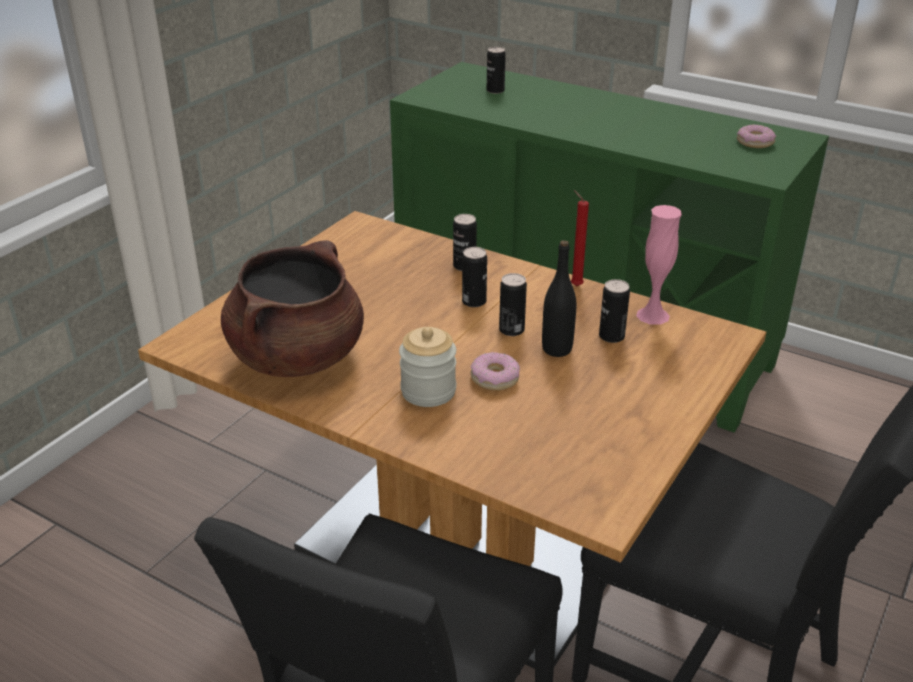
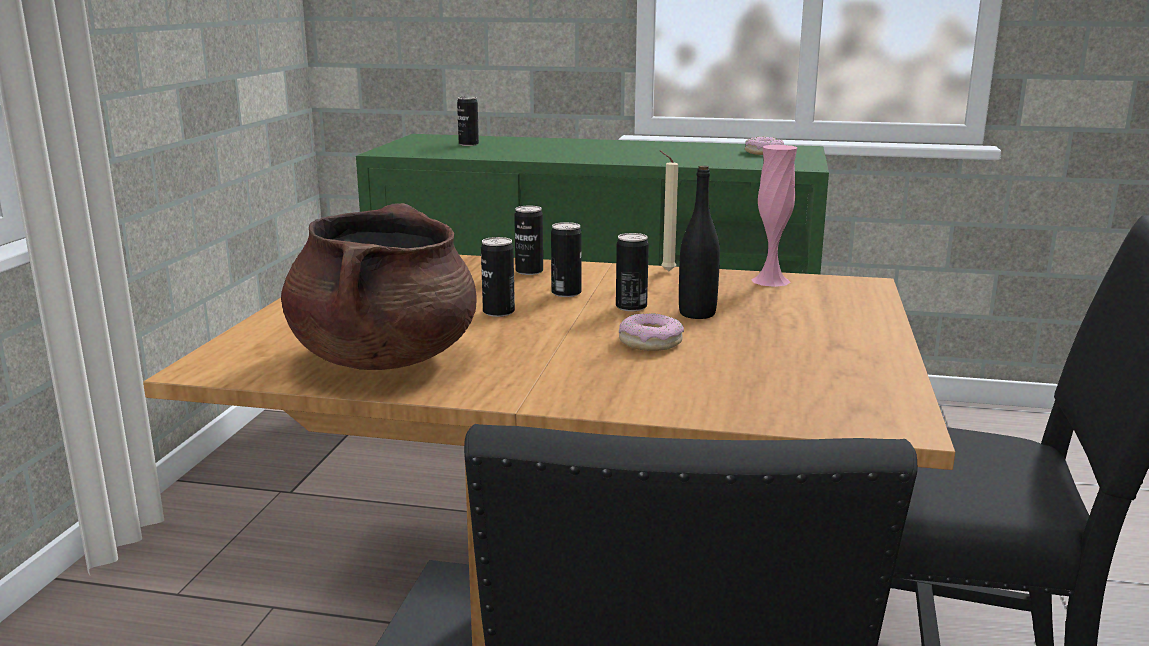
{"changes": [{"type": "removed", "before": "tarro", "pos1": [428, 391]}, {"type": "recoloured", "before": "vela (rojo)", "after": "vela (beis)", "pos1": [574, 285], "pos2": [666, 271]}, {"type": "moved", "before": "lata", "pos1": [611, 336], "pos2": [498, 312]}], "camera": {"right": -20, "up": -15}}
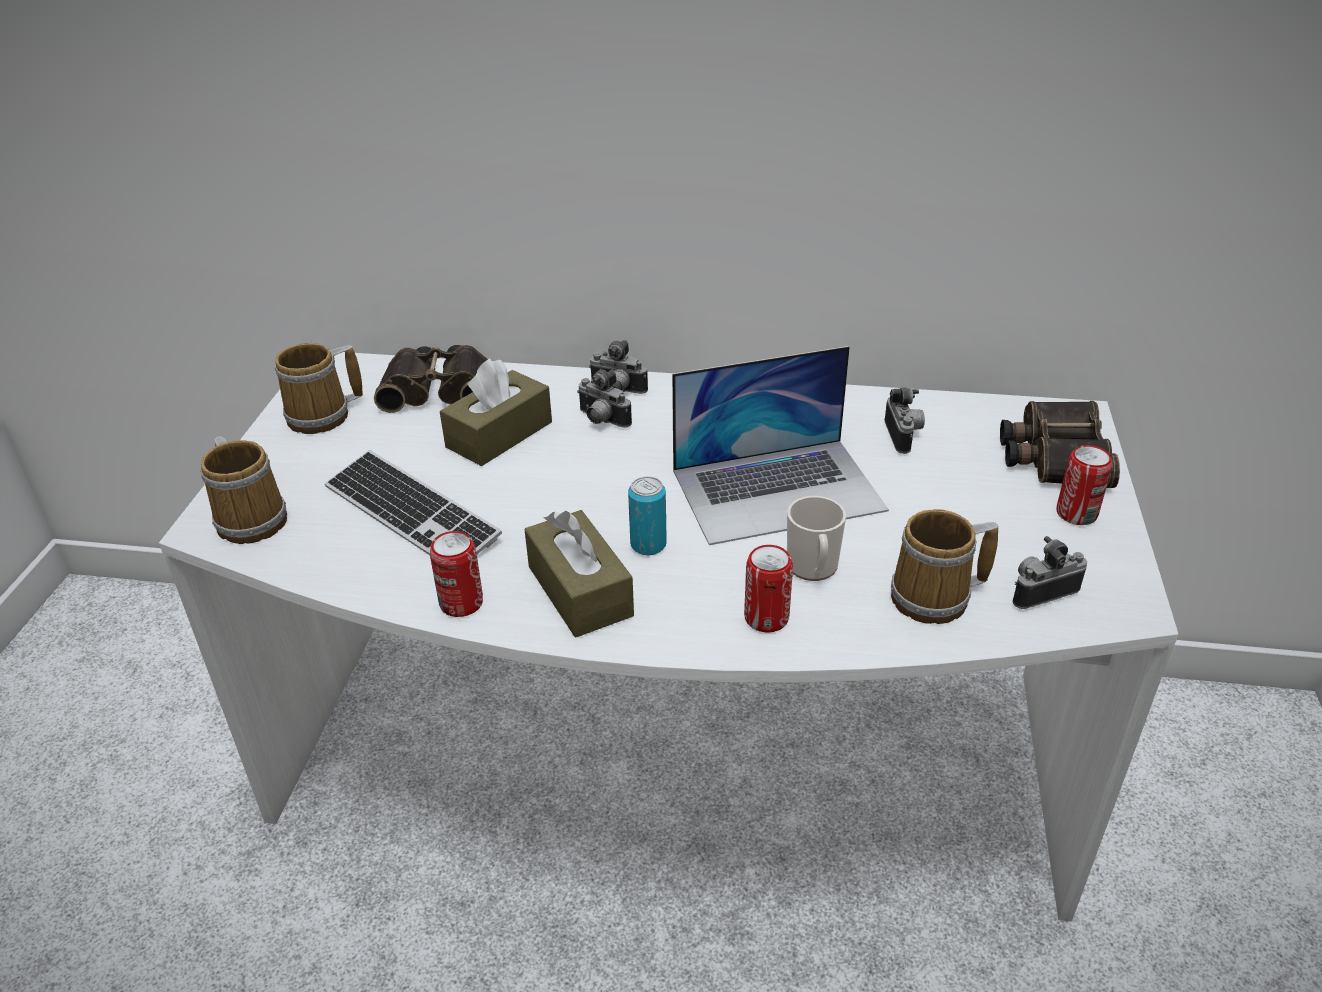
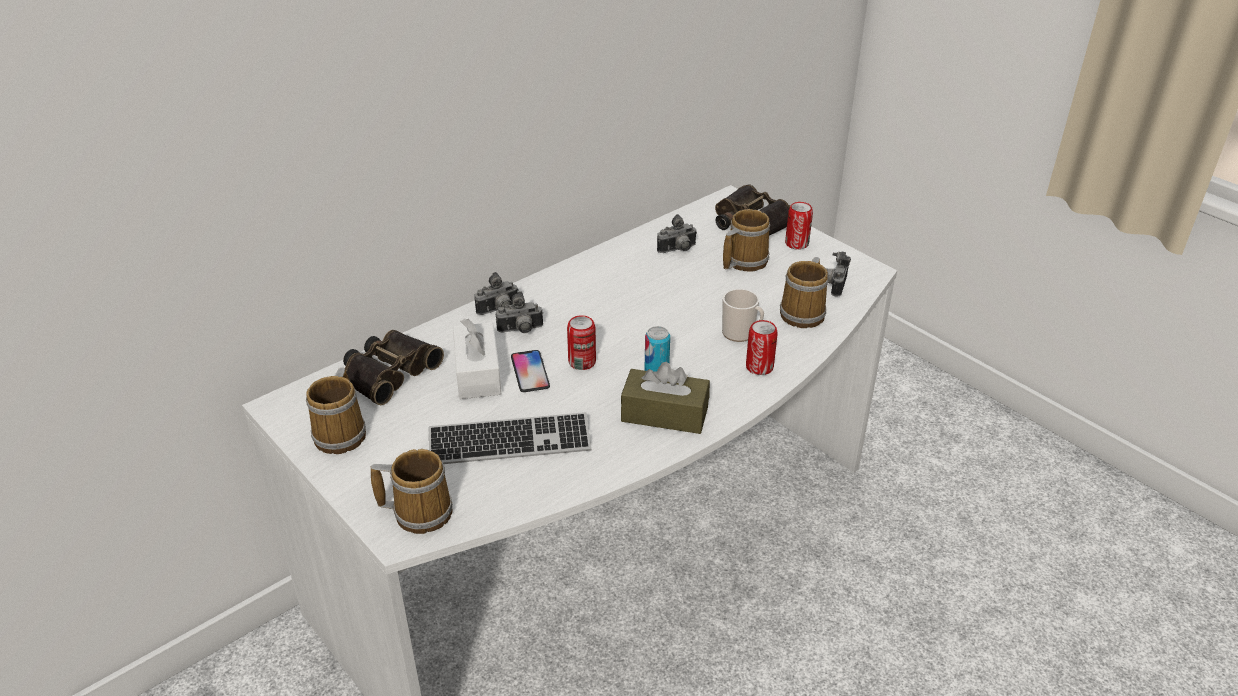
{"changes": [{"type": "moved", "before": "lata", "pos1": [461, 603], "pos2": [582, 362]}, {"type": "recoloured", "before": "caja de pañuelos (marrón)", "after": "caja de pañuelos (blanco)", "pos1": [499, 435], "pos2": [478, 373]}, {"type": "removed", "before": "portátil", "pos1": [778, 490]}, {"type": "turned", "before": "cámara", "pos1": [904, 436], "pos2": [678, 250], "turn": 120}, {"type": "added", "after": "móvil", "pos2": [530, 372]}, {"type": "added", "after": "taza grande", "pos2": [743, 261]}], "camera": {"right": -50, "up": 0}}
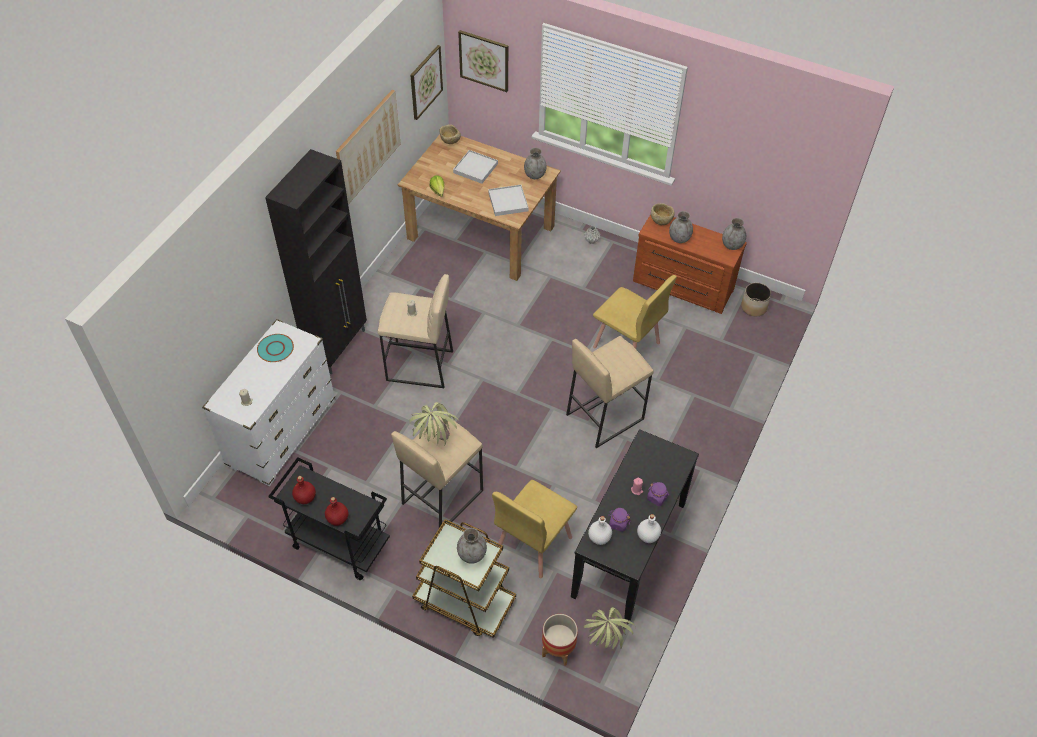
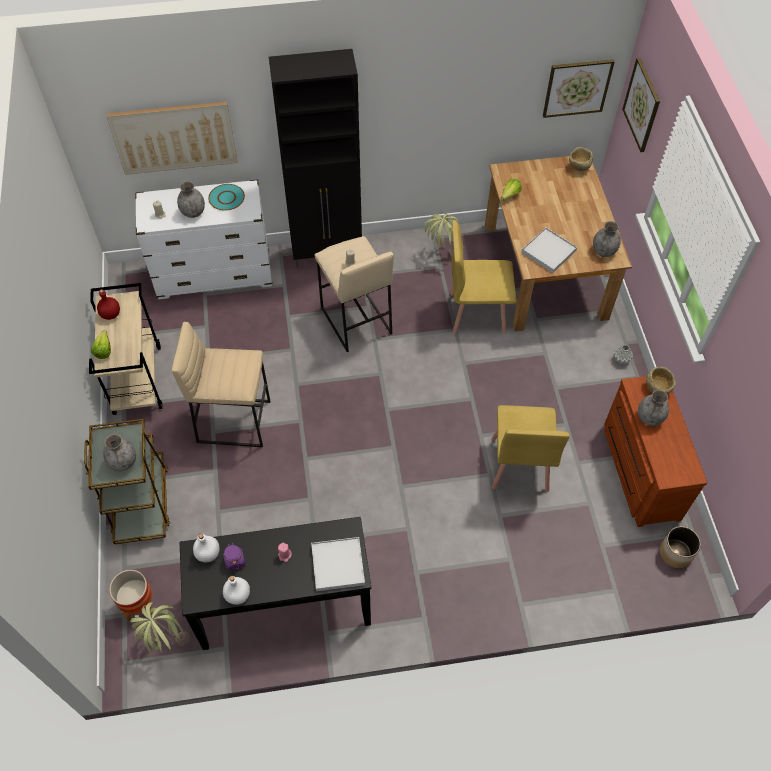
{"changes": [{"type": "recoloured", "before": "carrito (negro)", "after": "carrito (beis)", "pos1": [338, 545], "pos2": [137, 379]}, {"type": "replaced", "before": "botella (rojo)", "after": "lechuga", "pos1": [338, 519], "pos2": [105, 348]}, {"type": "moved", "before": "cuadro", "pos1": [368, 146], "pos2": [174, 137]}, {"type": "moved", "before": "planta en maceta", "pos1": [435, 447], "pos2": [441, 256]}, {"type": "moved", "before": "bandeja (blanco)", "pos1": [475, 168], "pos2": [337, 565]}, {"type": "moved", "before": "silla (amarillo)", "pos1": [533, 543], "pos2": [476, 312]}, {"type": "removed", "before": "taburete (beis)", "pos1": [604, 416]}, {"type": "removed", "before": "tarro (morado)", "pos1": [657, 498]}, {"type": "moved", "before": "florero (gris)", "pos1": [732, 245], "pos2": [193, 212]}], "camera": {"right": 55, "up": 5}}
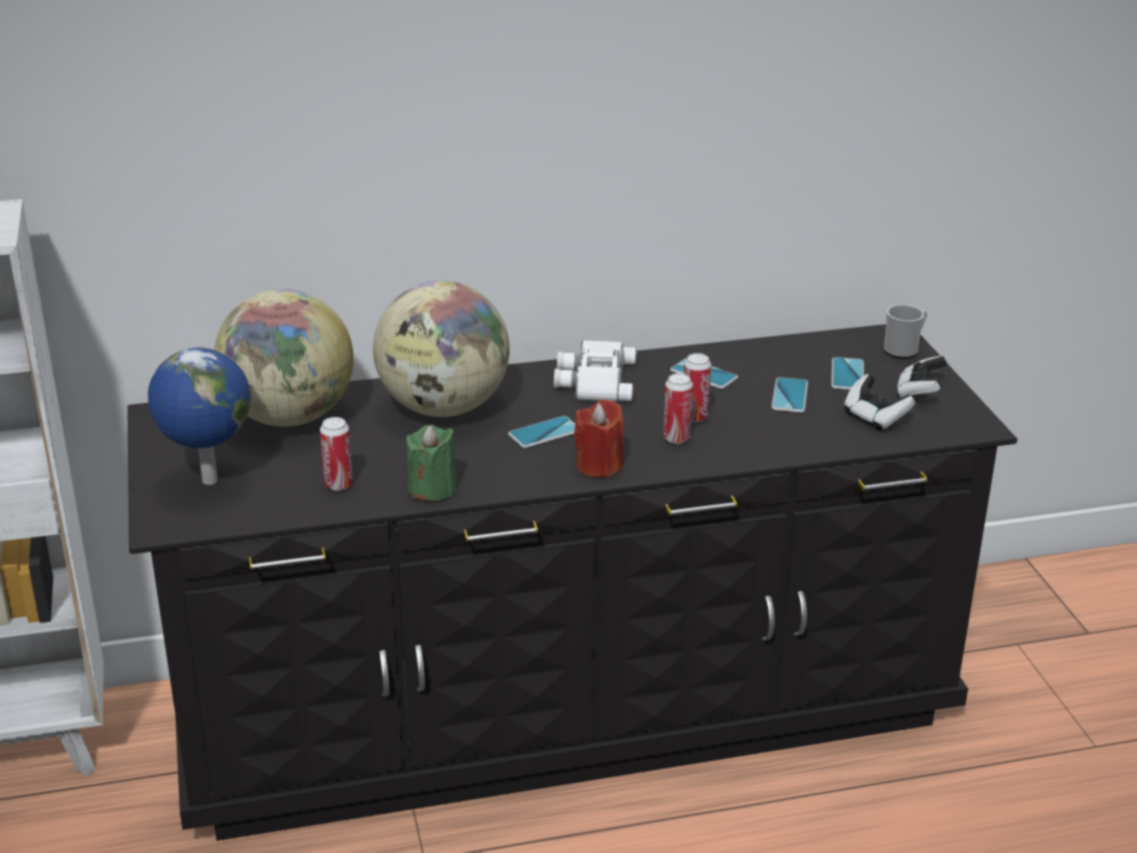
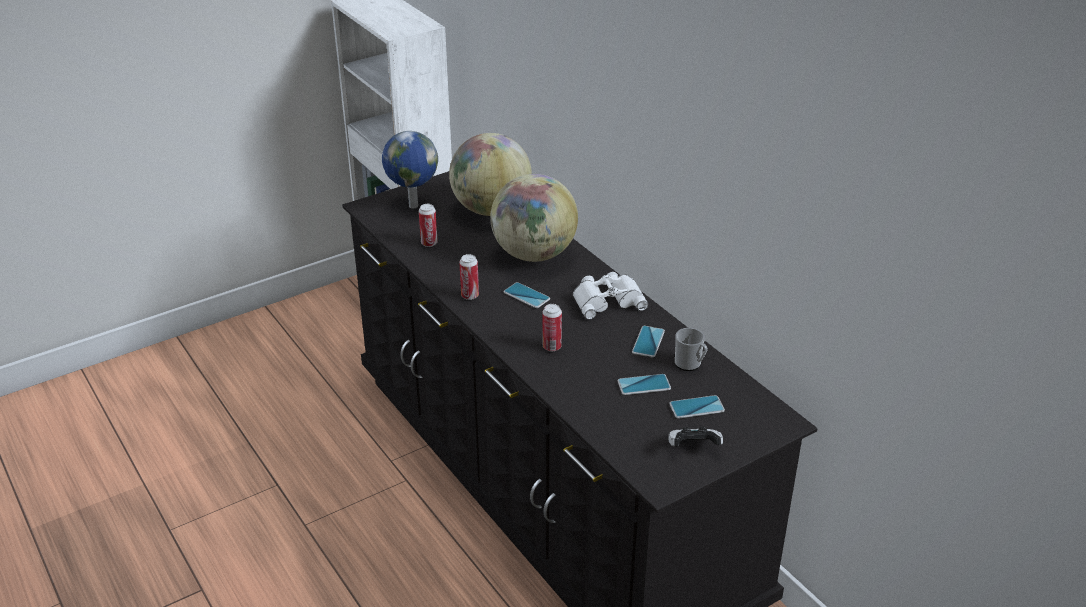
{"changes": [{"type": "removed", "before": "vela (verde)", "pos1": [432, 489]}, {"type": "removed", "before": "vela (rojo)", "pos1": [599, 465]}, {"type": "moved", "before": "lata", "pos1": [694, 417], "pos2": [470, 295]}, {"type": "removed", "before": "mando de consola", "pos1": [875, 418]}, {"type": "moved", "before": "taza grande", "pos1": [904, 350], "pos2": [690, 364]}], "camera": {"right": 70, "up": 5}}
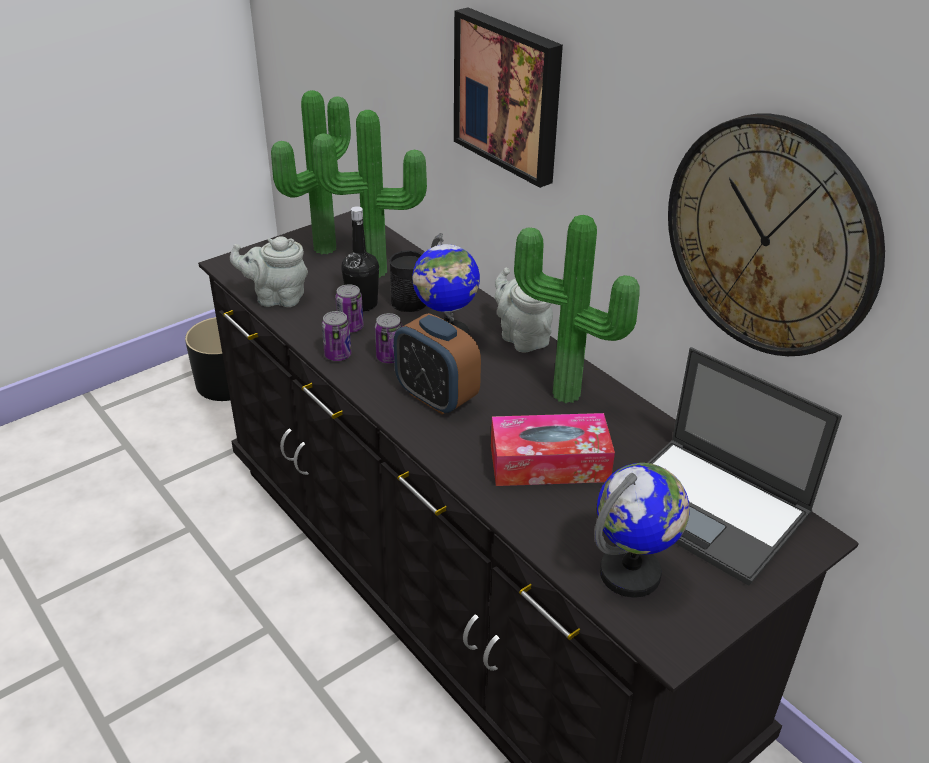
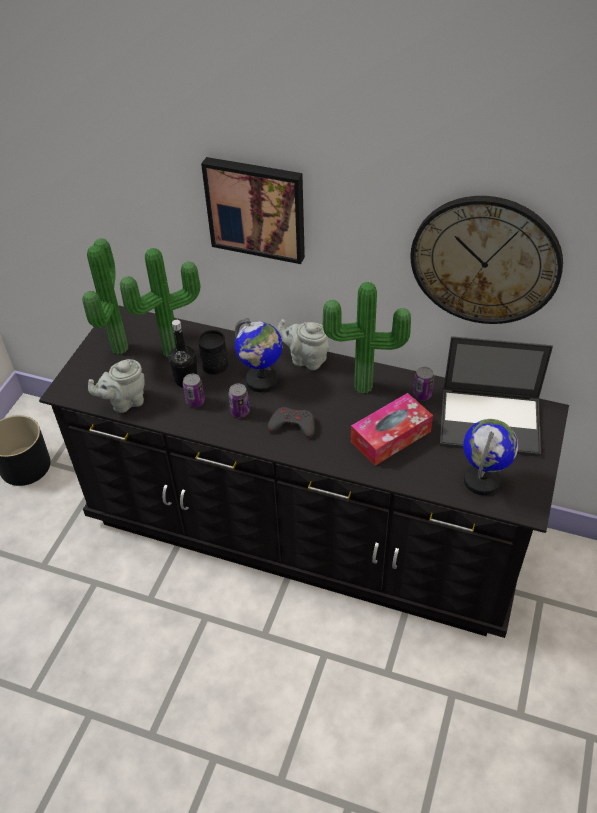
{"changes": [{"type": "moved", "before": "lata", "pos1": [338, 355], "pos2": [422, 394]}, {"type": "replaced", "before": "despertador", "after": "mando de consola (gris)", "pos1": [436, 397], "pos2": [292, 425]}], "camera": {"right": -30, "up": 10}}
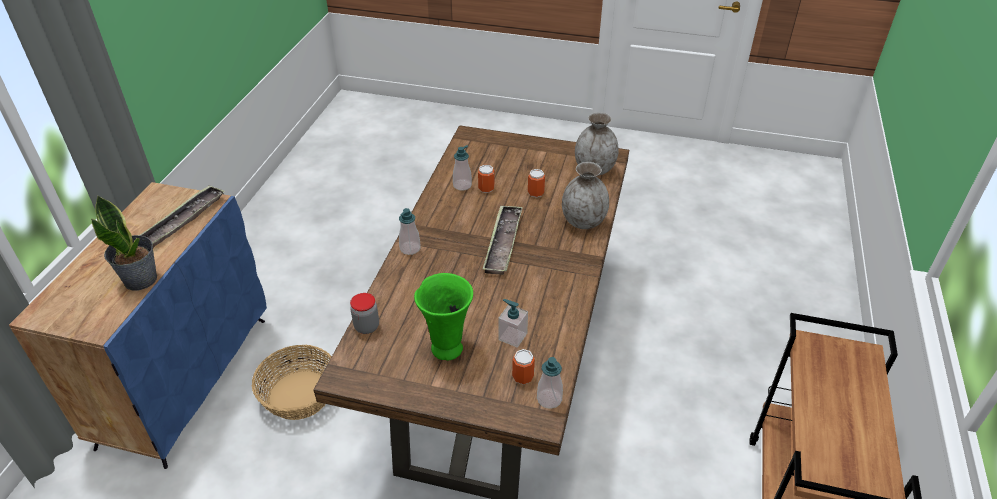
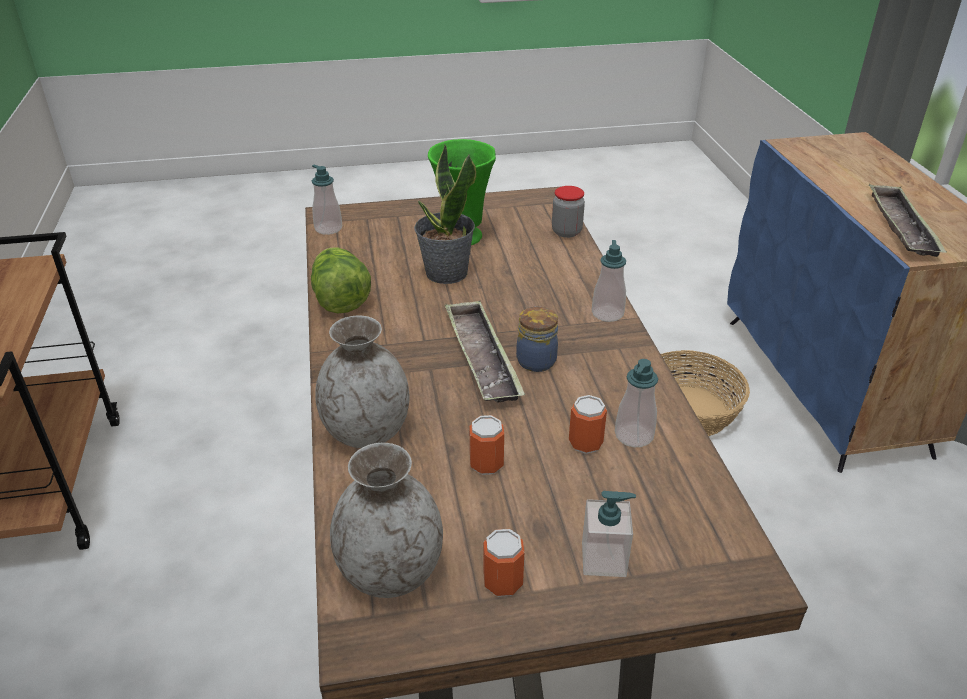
{"changes": [{"type": "moved", "before": "planta en maceta", "pos1": [141, 279], "pos2": [446, 273]}, {"type": "moved", "before": "dispensador de jabón", "pos1": [512, 336], "pos2": [604, 559]}, {"type": "moved", "before": "lata", "pos1": [523, 377], "pos2": [503, 582]}, {"type": "added", "after": "lechuga", "pos2": [340, 300]}, {"type": "added", "after": "tarro", "pos2": [536, 360]}], "camera": {"right": 155, "up": -5}}
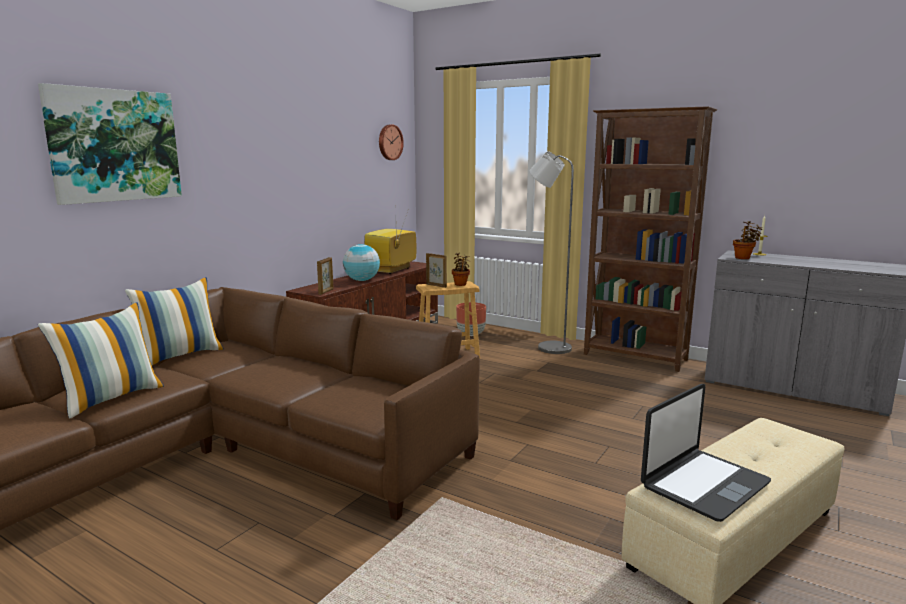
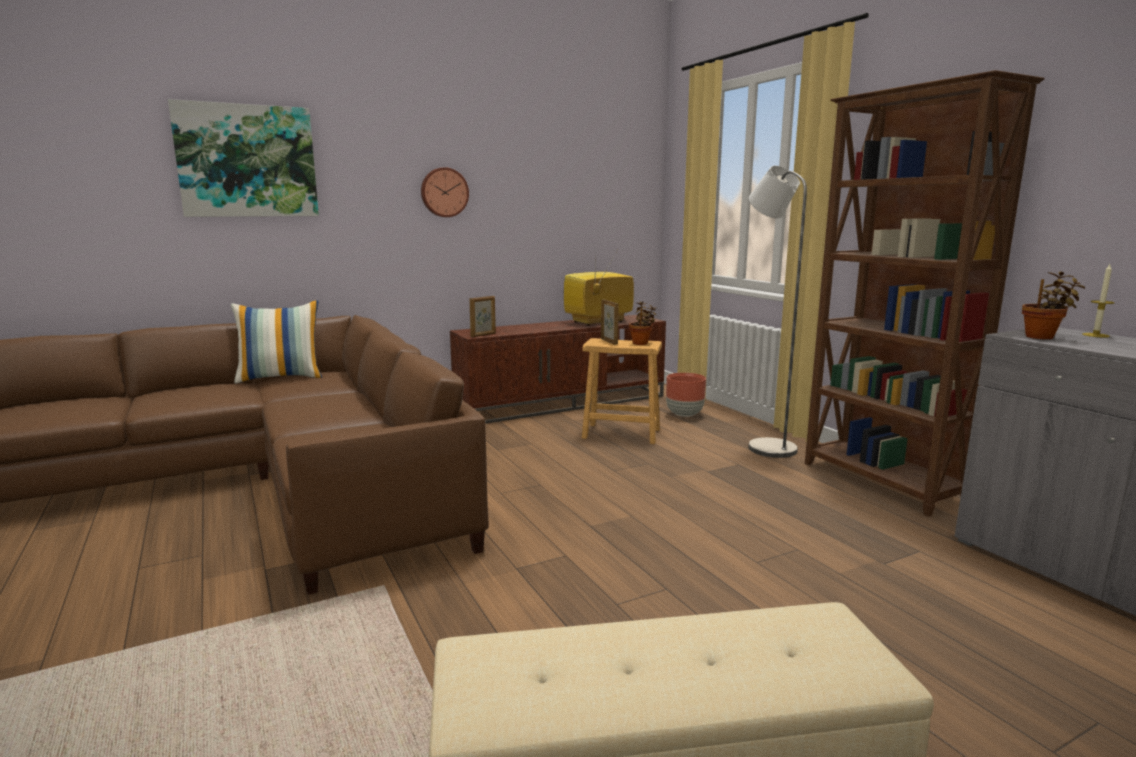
{"changes": [{"type": "removed", "before": "cojín", "pos1": [111, 398]}, {"type": "removed", "before": "globo terráqueo", "pos1": [362, 280]}, {"type": "moved", "before": "reloj de pared", "pos1": [389, 142], "pos2": [444, 192]}, {"type": "removed", "before": "portátil", "pos1": [703, 484]}], "camera": {"right": 30, "up": 0}}
